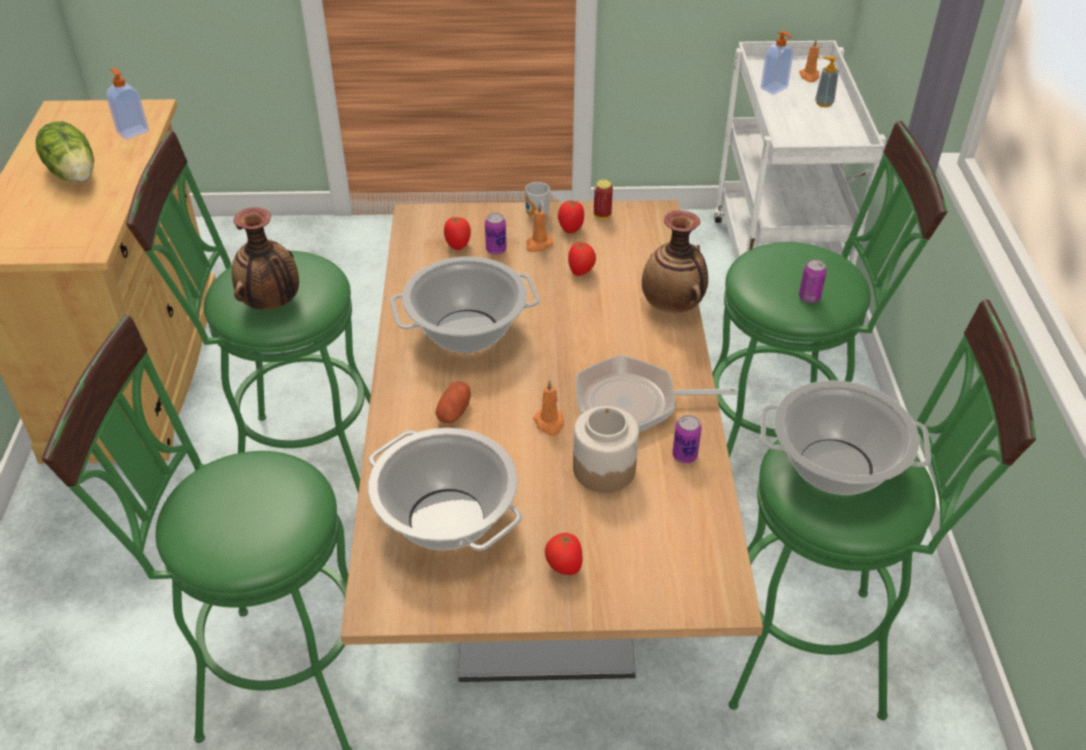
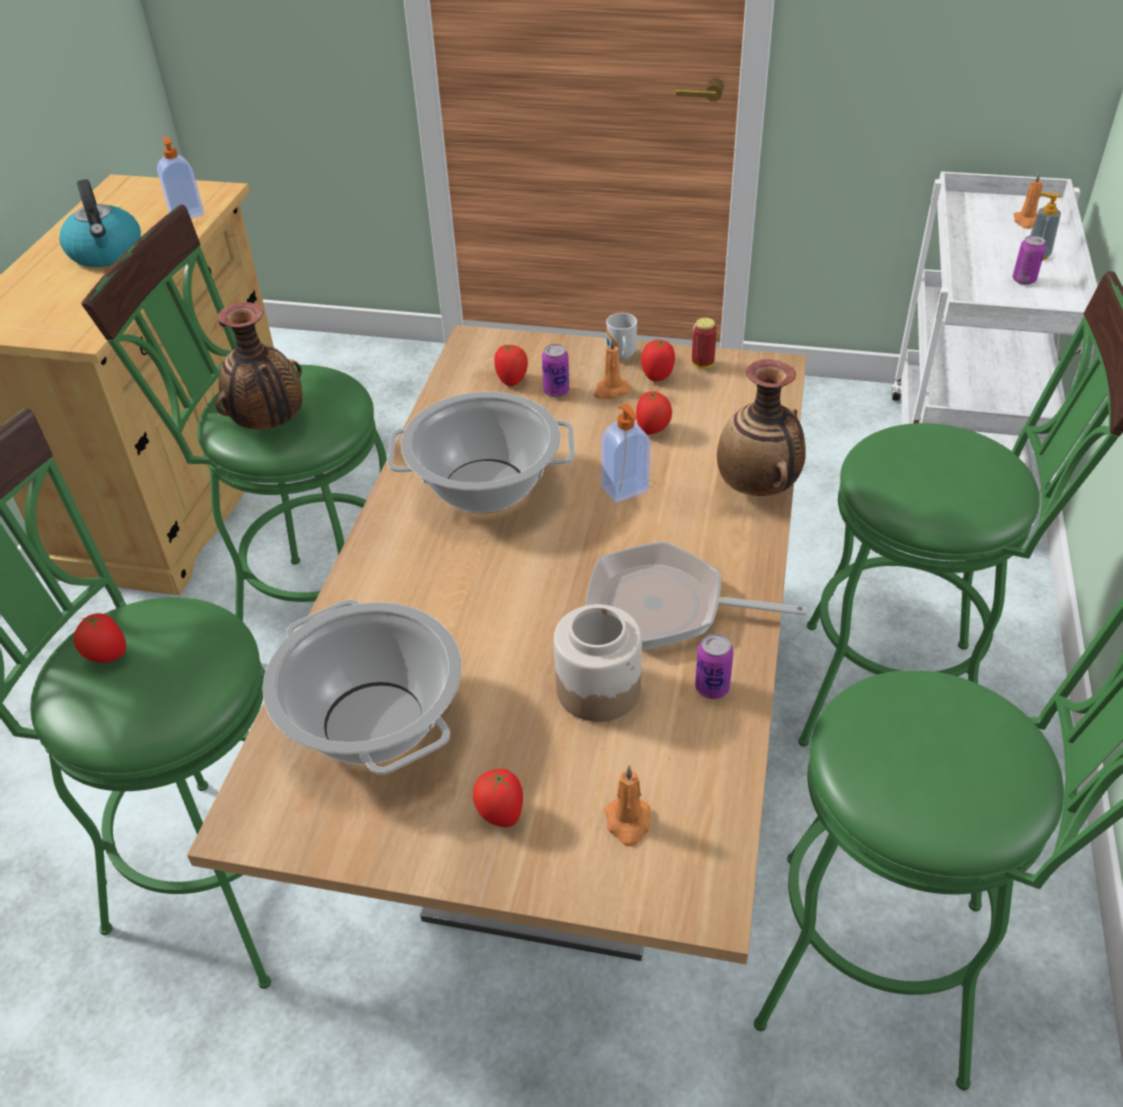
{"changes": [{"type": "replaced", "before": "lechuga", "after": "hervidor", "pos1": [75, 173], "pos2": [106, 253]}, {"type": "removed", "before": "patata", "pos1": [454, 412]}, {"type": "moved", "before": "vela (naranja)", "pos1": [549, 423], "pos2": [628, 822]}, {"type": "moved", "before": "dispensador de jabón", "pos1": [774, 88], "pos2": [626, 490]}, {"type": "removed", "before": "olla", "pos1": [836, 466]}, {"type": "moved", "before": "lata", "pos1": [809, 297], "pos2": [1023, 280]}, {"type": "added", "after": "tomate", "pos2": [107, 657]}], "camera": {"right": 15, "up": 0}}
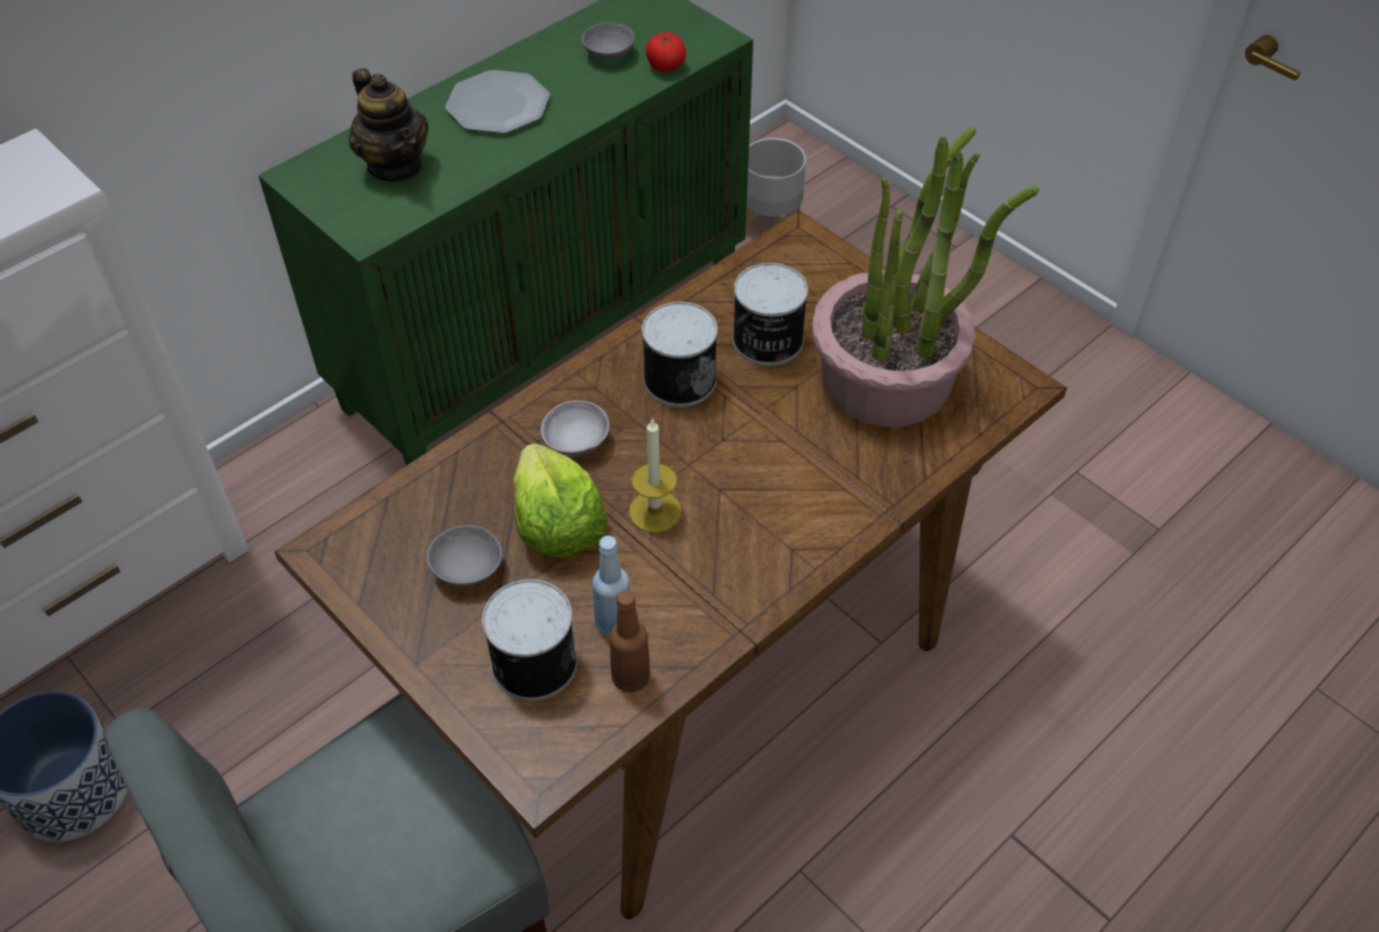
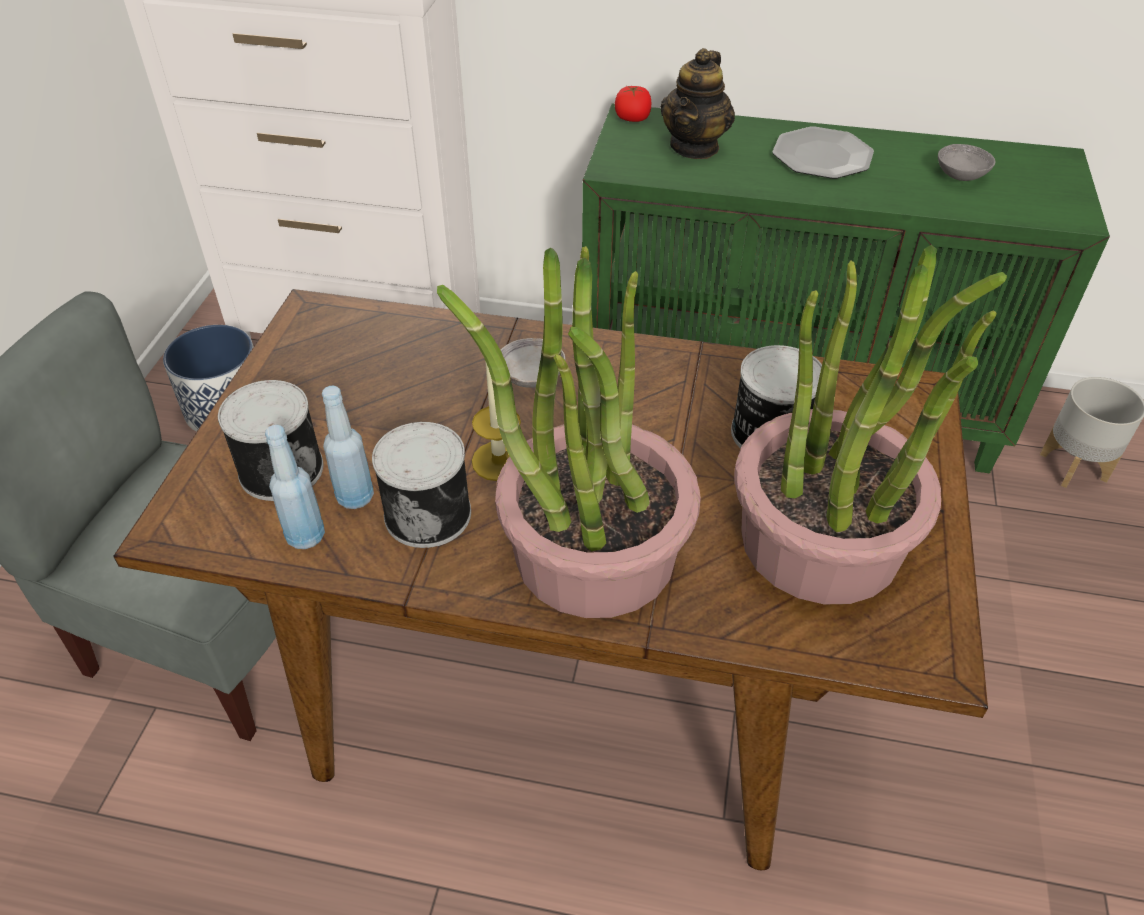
{"changes": [{"type": "removed", "before": "cuenco (gris)", "pos1": [467, 569]}, {"type": "removed", "before": "lechuga", "pos1": [557, 525]}, {"type": "recoloured", "before": "botella (marrón)", "after": "botella (azul)", "pos1": [630, 678], "pos2": [305, 536]}, {"type": "moved", "before": "lata", "pos1": [678, 378], "pos2": [429, 512]}, {"type": "moved", "before": "tomate", "pos1": [665, 66], "pos2": [632, 119]}, {"type": "added", "after": "planta en maceta", "pos2": [593, 553]}], "camera": {"right": 55, "up": -5}}
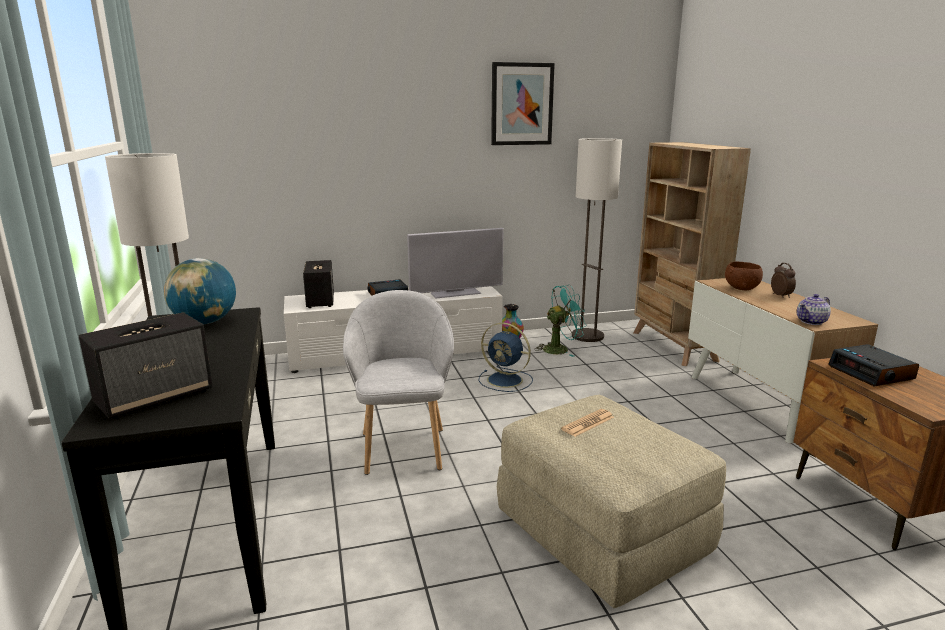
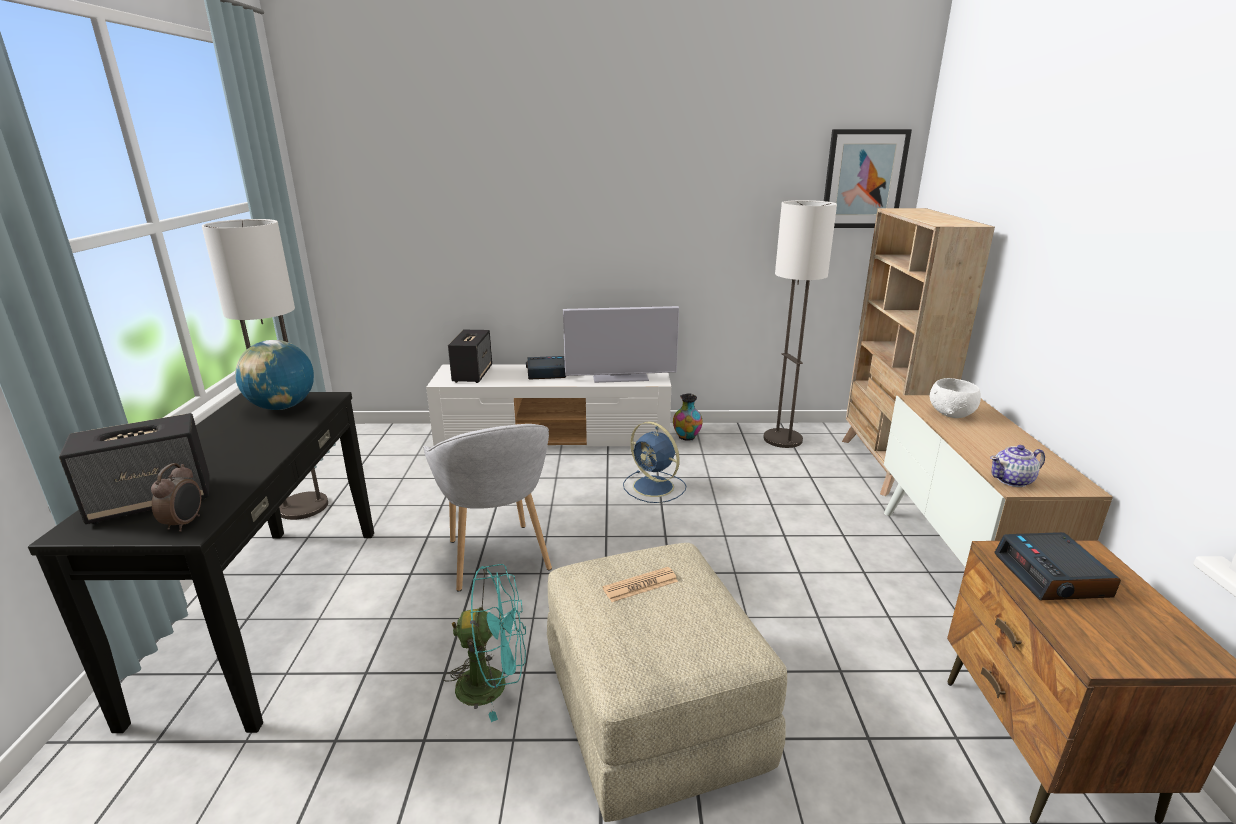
{"changes": [{"type": "turned", "before": "sillón (gris)", "pos1": [403, 448], "pos2": [497, 558], "turn": 150}, {"type": "moved", "before": "cuadro", "pos1": [522, 104], "pos2": [863, 179]}, {"type": "moved", "before": "ventilador (turquesa)", "pos1": [560, 349], "pos2": [493, 684]}, {"type": "recoloured", "before": "cuenco (marrón)", "after": "cuenco (blanco)", "pos1": [742, 288], "pos2": [951, 414]}, {"type": "moved", "before": "despertador", "pos1": [781, 296], "pos2": [185, 523]}], "camera": {"right": 15, "up": 5}}
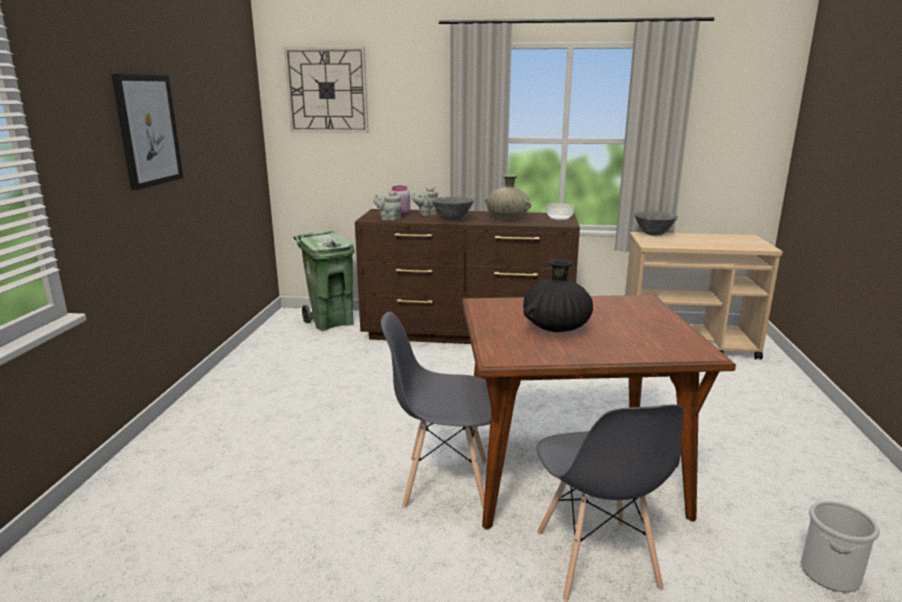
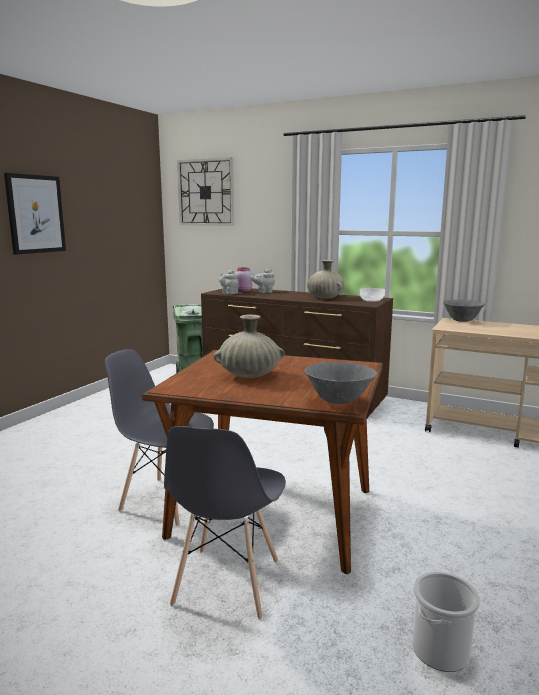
{"changes": [{"type": "moved", "before": "cuenco (gris)", "pos1": [452, 220], "pos2": [338, 402]}, {"type": "recoloured", "before": "florero (negro)", "after": "florero (beis)", "pos1": [556, 328], "pos2": [249, 375]}], "camera": {"right": 20, "up": -5}}
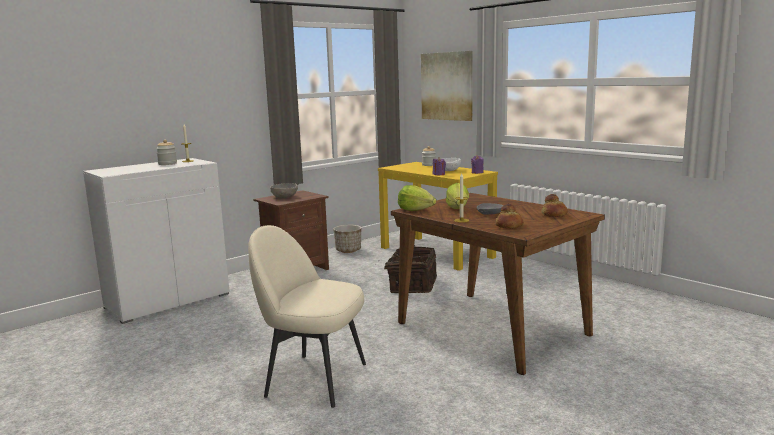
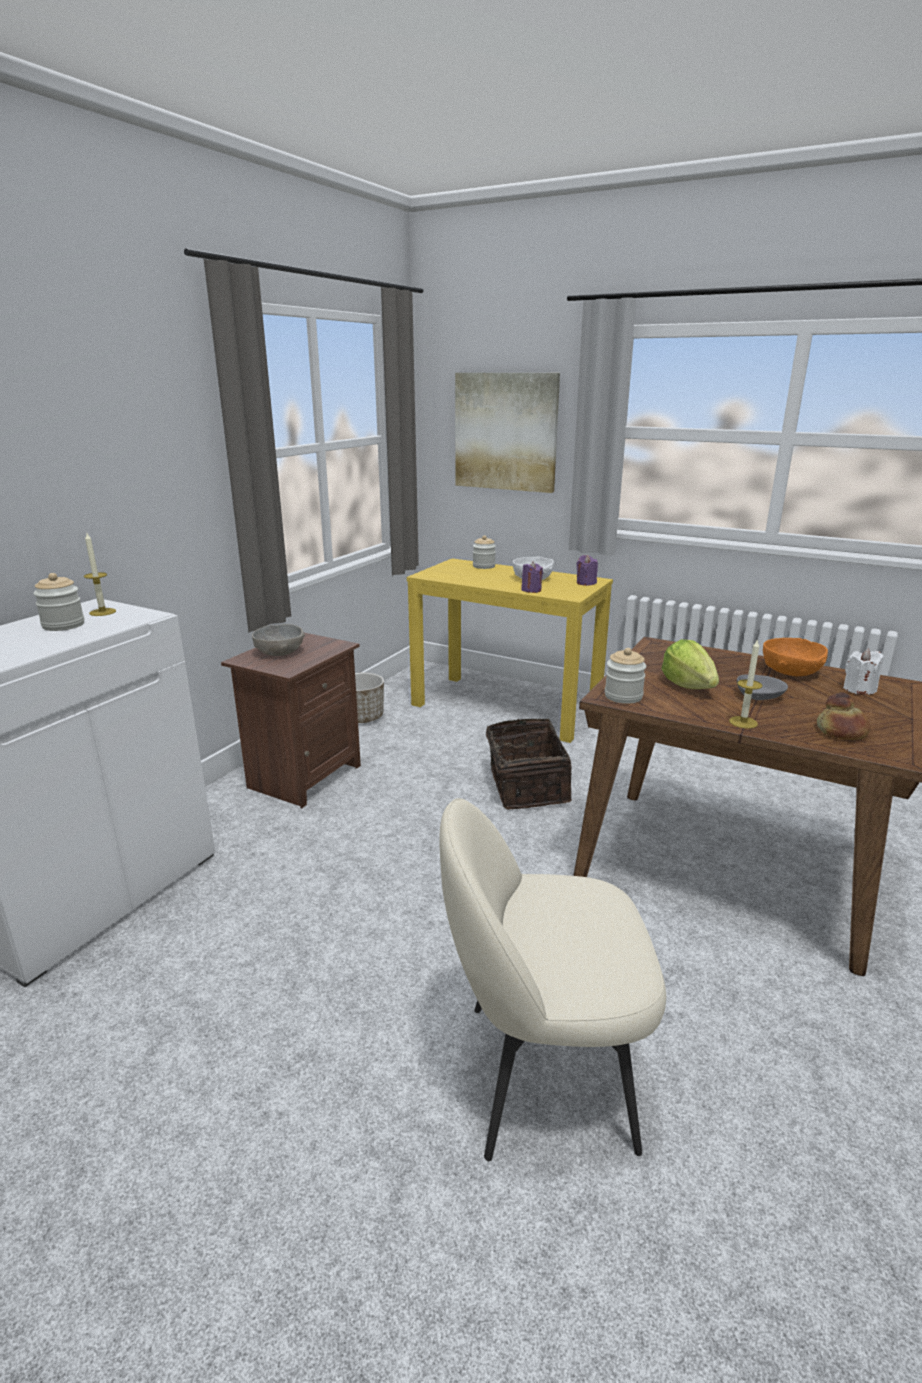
{"changes": [{"type": "replaced", "before": "lechuga", "after": "tarro", "pos1": [415, 210], "pos2": [623, 696]}, {"type": "replaced", "before": "pan", "after": "vela (blanco)", "pos1": [554, 214], "pos2": [859, 689]}, {"type": "added", "after": "cuenco (naranja)", "pos2": [790, 671]}], "camera": {"right": -20, "up": 10}}
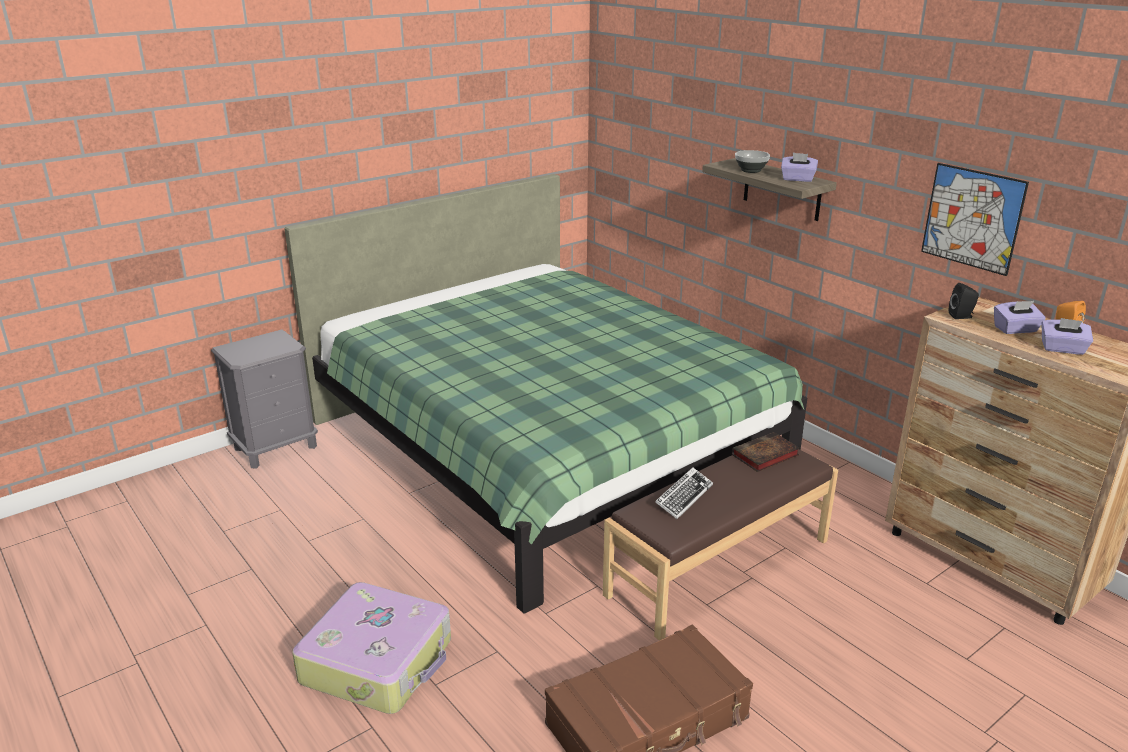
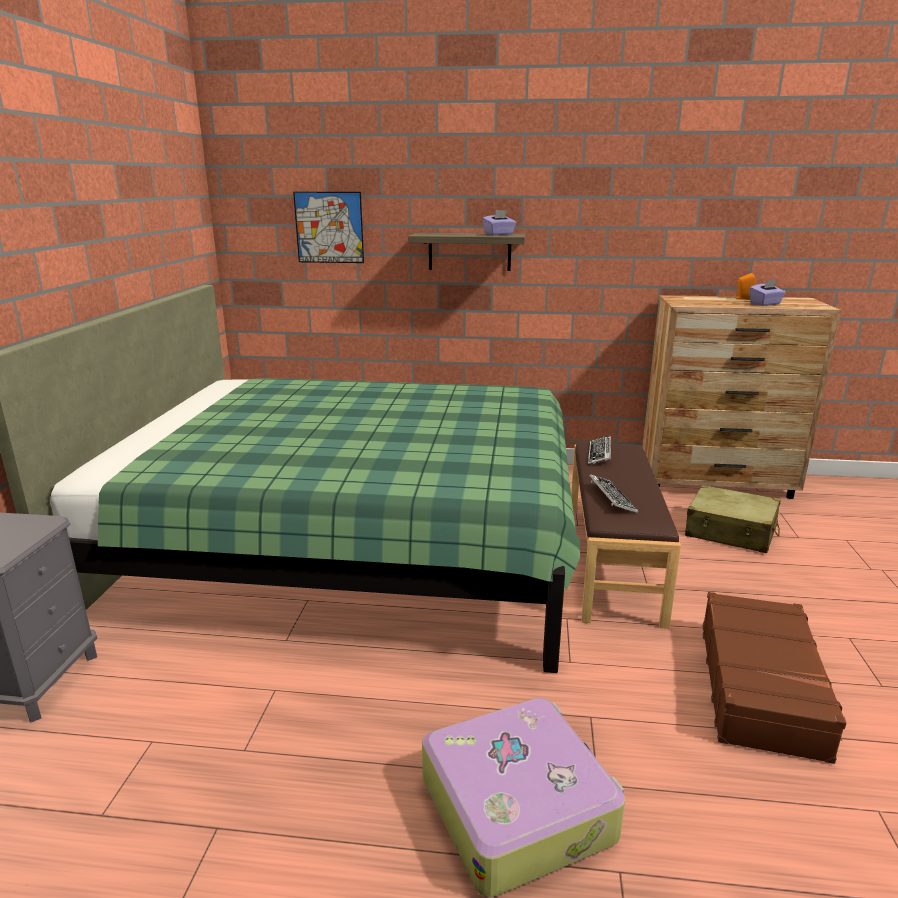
{"changes": [{"type": "replaced", "before": "libro", "after": "teclado", "pos1": [764, 456], "pos2": [599, 454]}, {"type": "removed", "before": "cuenco", "pos1": [751, 170]}, {"type": "moved", "before": "cuadro", "pos1": [972, 218], "pos2": [329, 227]}, {"type": "removed", "before": "altavoz (negro)", "pos1": [962, 316]}, {"type": "removed", "before": "caja de pañuelos (morado)", "pos1": [1015, 329]}, {"type": "added", "after": "maleta (beis)", "pos2": [730, 532]}], "camera": {"right": -45, "up": -5}}
